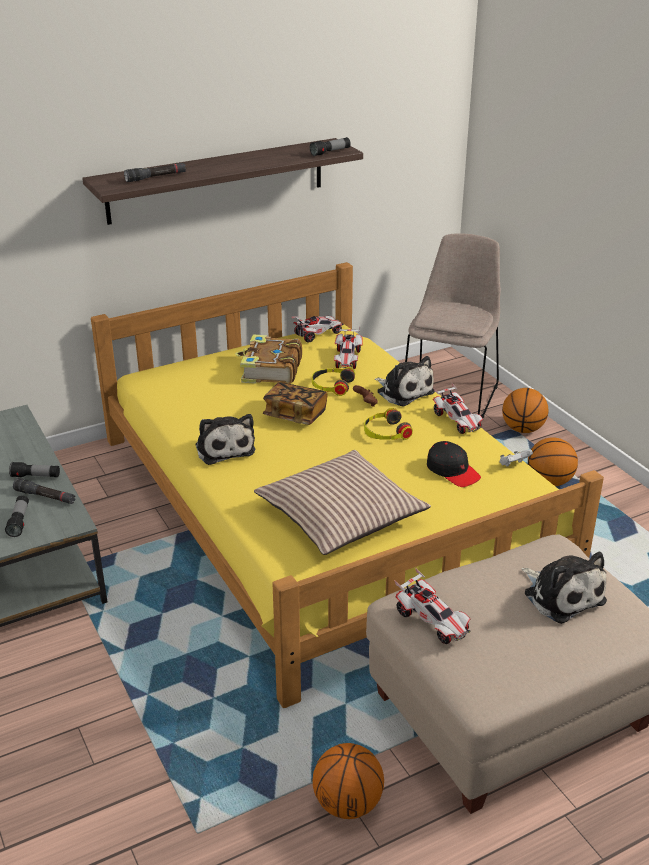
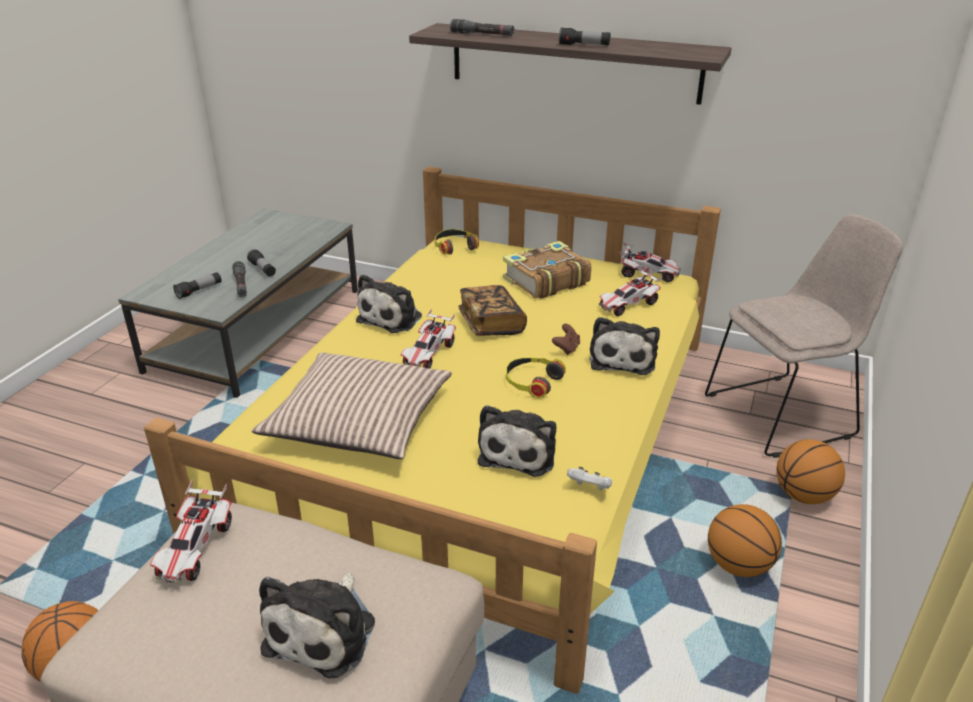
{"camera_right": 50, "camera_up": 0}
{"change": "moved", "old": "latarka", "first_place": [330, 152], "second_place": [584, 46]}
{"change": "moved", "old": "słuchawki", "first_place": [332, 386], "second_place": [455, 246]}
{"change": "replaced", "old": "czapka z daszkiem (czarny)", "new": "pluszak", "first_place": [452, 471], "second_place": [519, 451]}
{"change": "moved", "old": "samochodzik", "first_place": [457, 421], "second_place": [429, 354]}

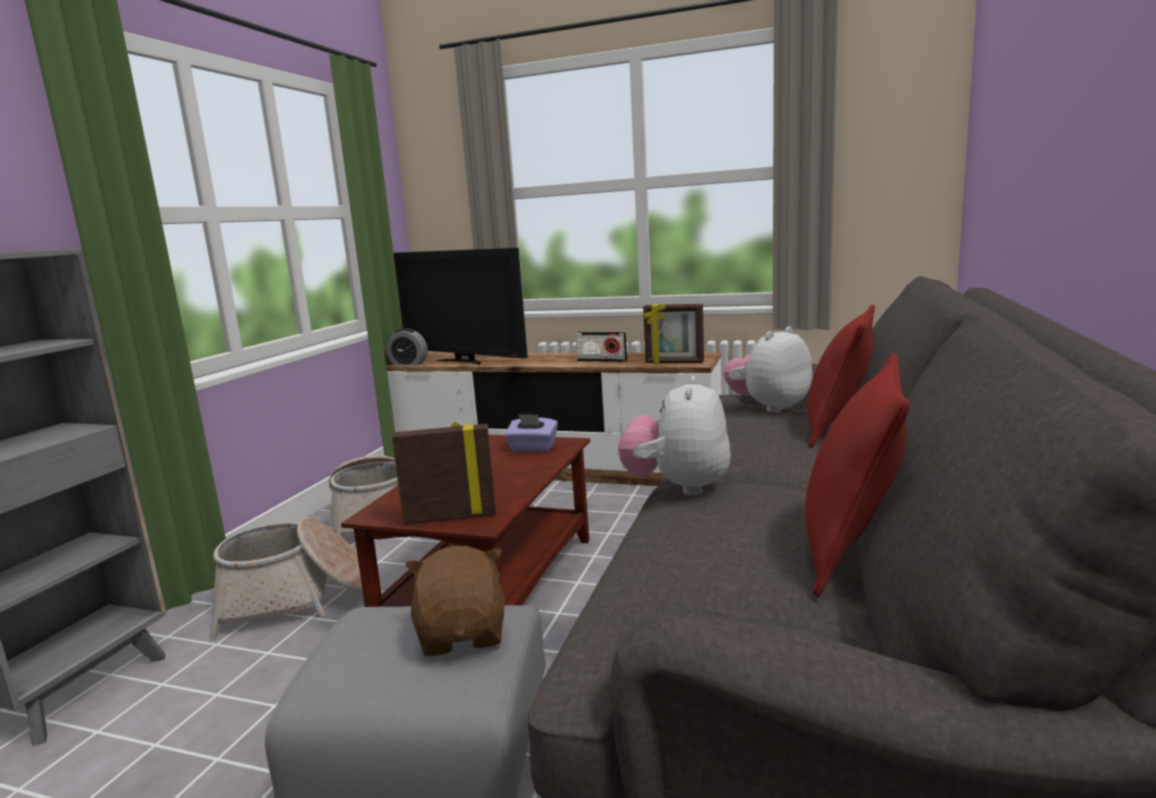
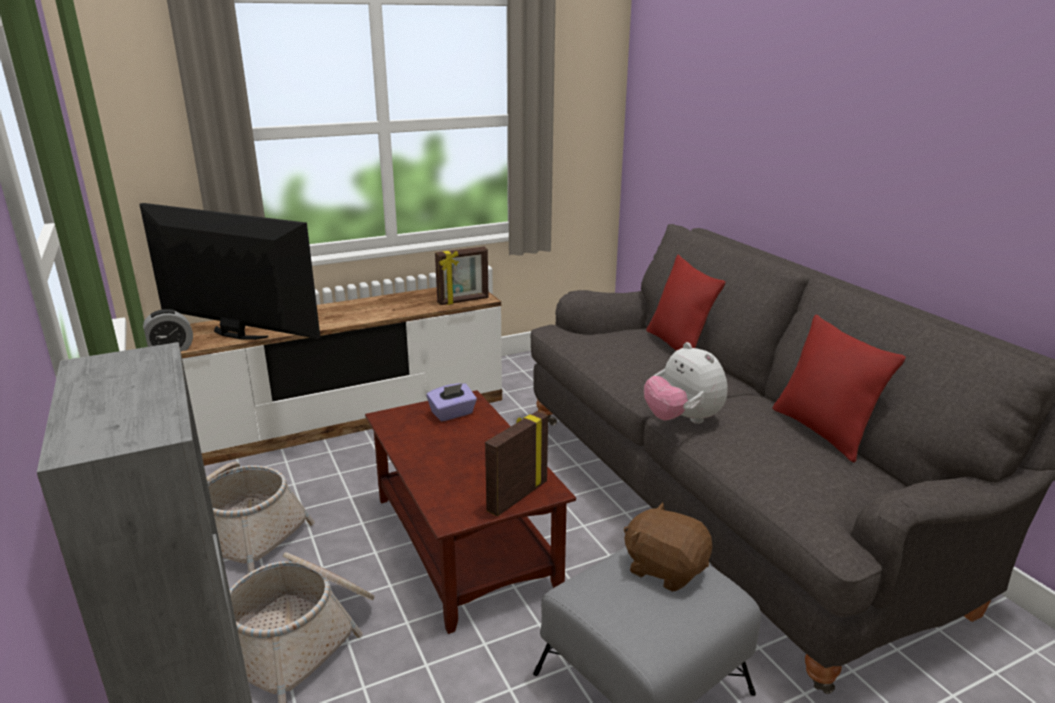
{"camera_right": -45, "camera_up": 10}
{"change": "turned", "old": "telewizor", "first_place": [462, 361], "second_place": [236, 334], "degrees": -150}
{"change": "removed", "old": "radio", "first_place": [602, 361]}
{"change": "removed", "old": "pluszak", "first_place": [768, 408]}

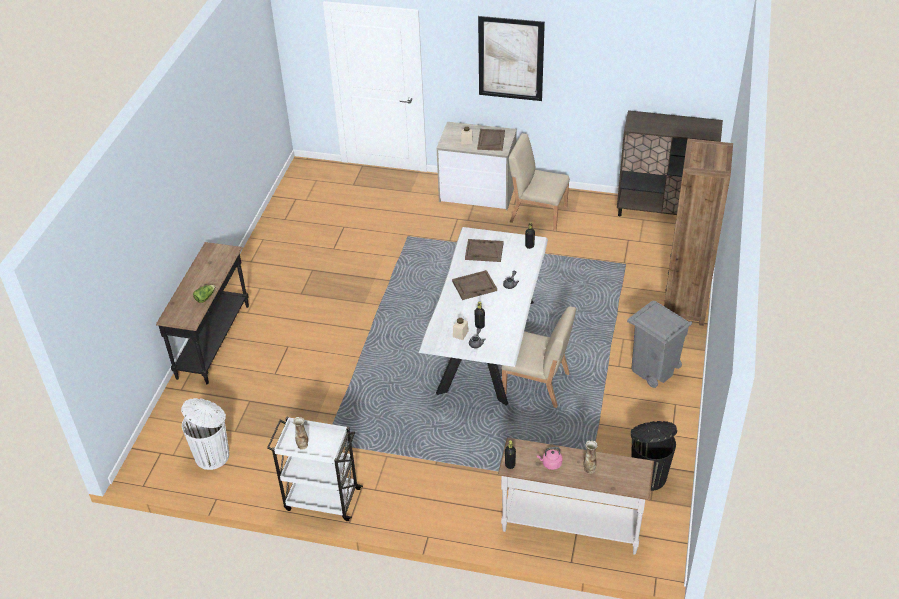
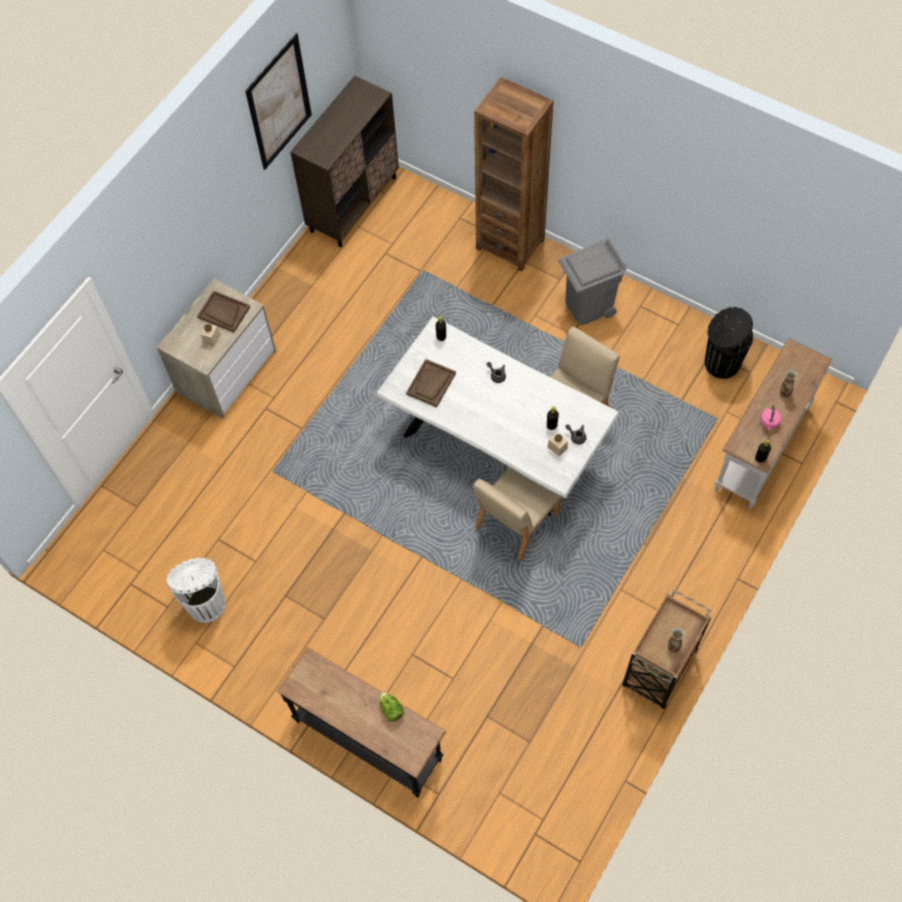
{"camera_right": -70, "camera_up": 20}
{"change": "moved", "old": "kosz na śmieci (biały)", "first_place": [213, 455], "second_place": [206, 603]}
{"change": "recoloured", "old": "wózek (biały)", "new": "wózek (brązowy)", "first_place": [321, 499], "second_place": [659, 669]}
{"change": "removed", "old": "taca (brązowy)", "first_place": [474, 286]}
{"change": "moved", "old": "obraz", "first_place": [510, 59], "second_place": [279, 103]}
{"change": "moved", "old": "krzesło (beżowy)", "first_place": [537, 213], "second_place": [516, 522]}

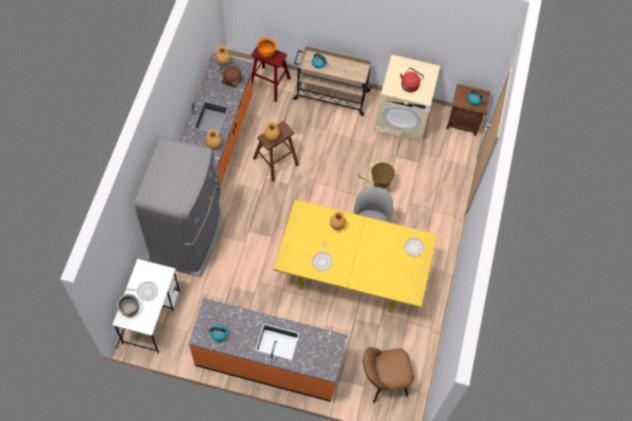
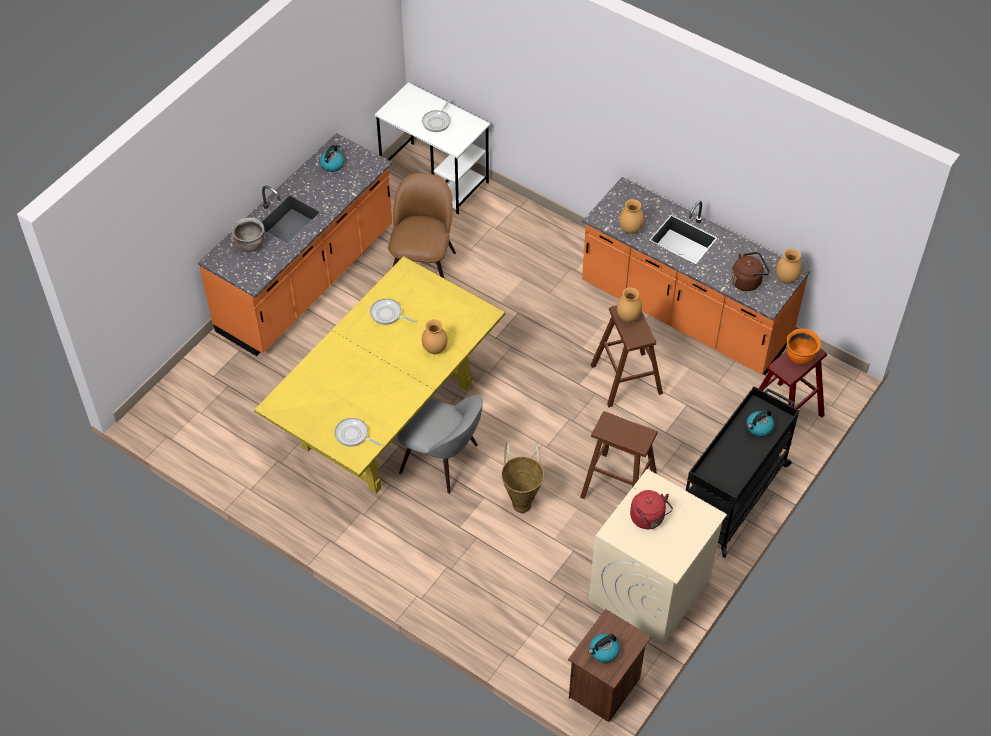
{"camera_right": 115, "camera_up": -10}
{"change": "moved", "old": "garnek (brązowy)", "first_place": [129, 309], "second_place": [250, 244]}
{"change": "removed", "old": "lodówka (szary)", "first_place": [188, 238]}
{"change": "recoloured", "old": "wózek (beżowy)", "new": "wózek (czarny)", "first_place": [330, 95], "second_place": [733, 495]}
{"change": "moved", "old": "krzesło (brązowy)", "first_place": [383, 380], "second_place": [423, 265]}
{"change": "added", "new": "stołek (brązowy)", "second_place": [618, 485]}

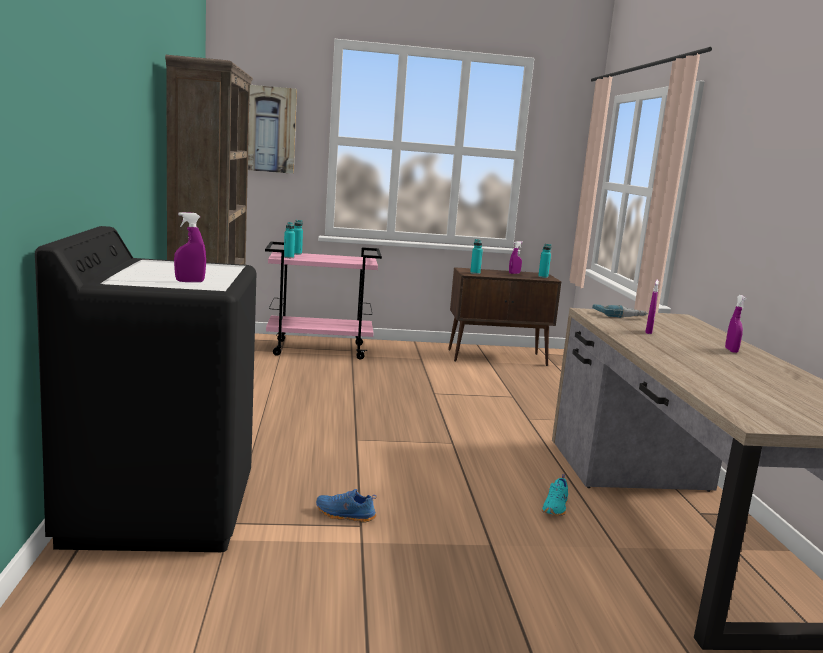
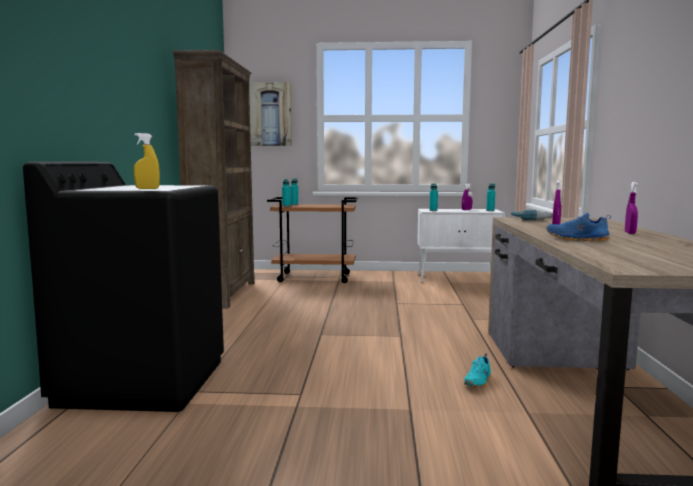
{"camera_right": 10, "camera_up": -5}
{"change": "recoloured", "old": "spryskiwacz (fioletowy)", "new": "spryskiwacz (żółty)", "first_place": [190, 281], "second_place": [147, 189]}
{"change": "recoloured", "old": "wózek (różowy)", "new": "wózek (brązowy)", "first_place": [320, 349], "second_place": [315, 277]}
{"change": "moved", "old": "but (niebieski)", "first_place": [344, 515], "second_place": [577, 239]}
{"change": "recoloured", "old": "szafka (brązowy)", "new": "szafka (biały)", "first_place": [498, 357], "second_place": [458, 279]}

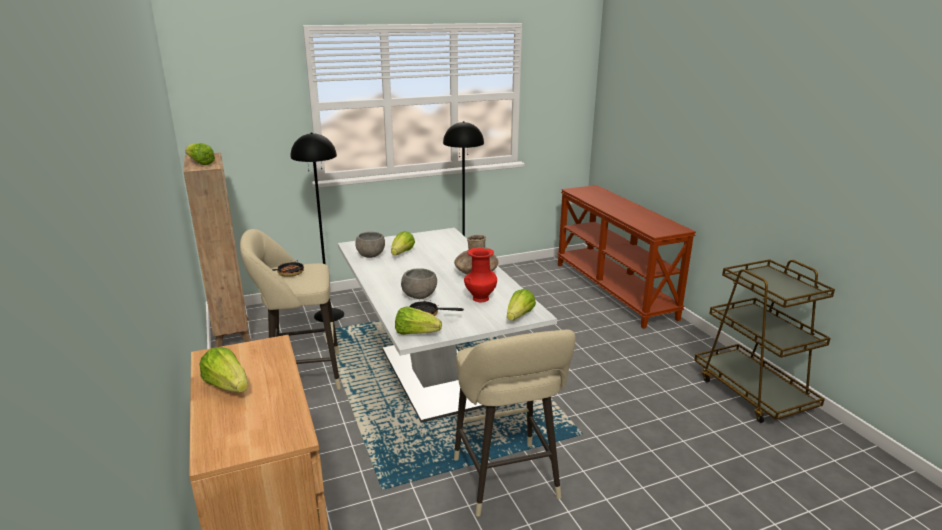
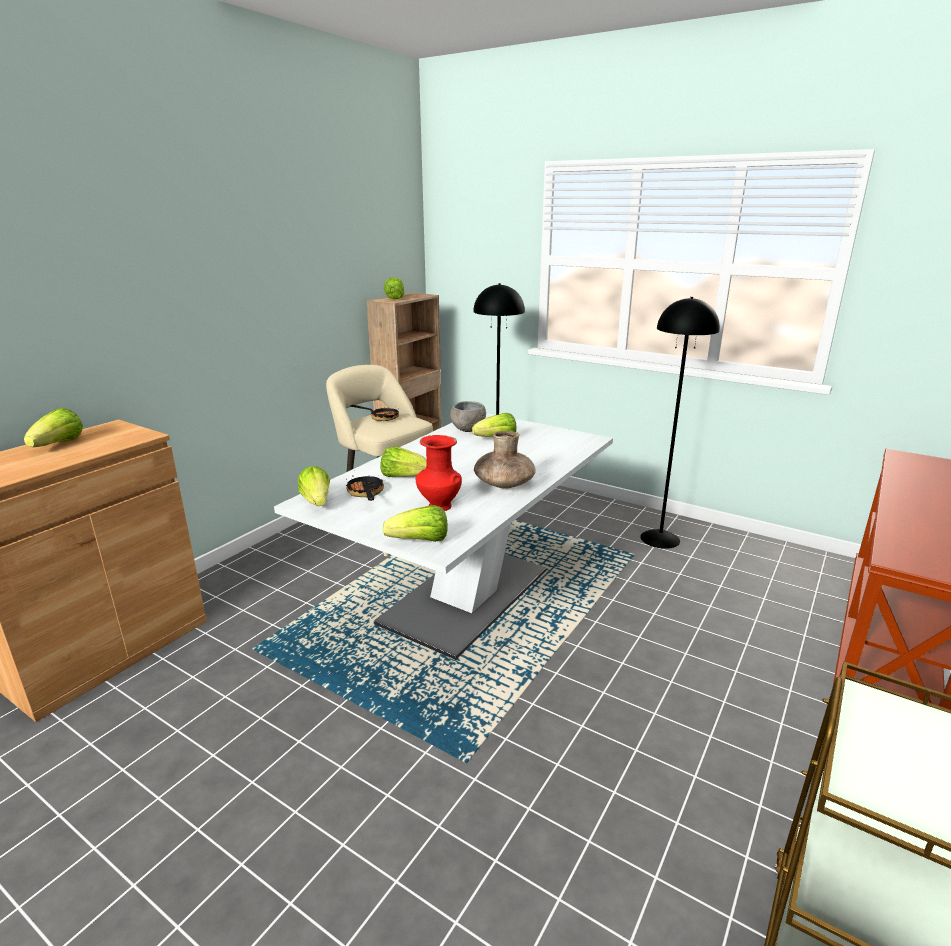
{"camera_right": 55, "camera_up": 0}
{"change": "replaced", "old": "miska (szary)", "new": "sałata", "first_place": [419, 296], "second_place": [404, 477]}
{"change": "removed", "old": "stołek (beżowy)", "first_place": [507, 482]}

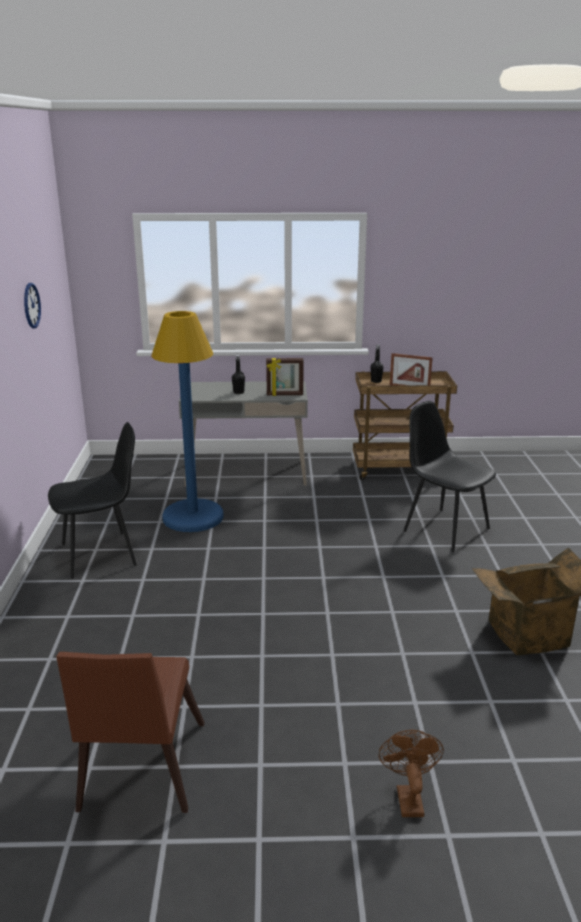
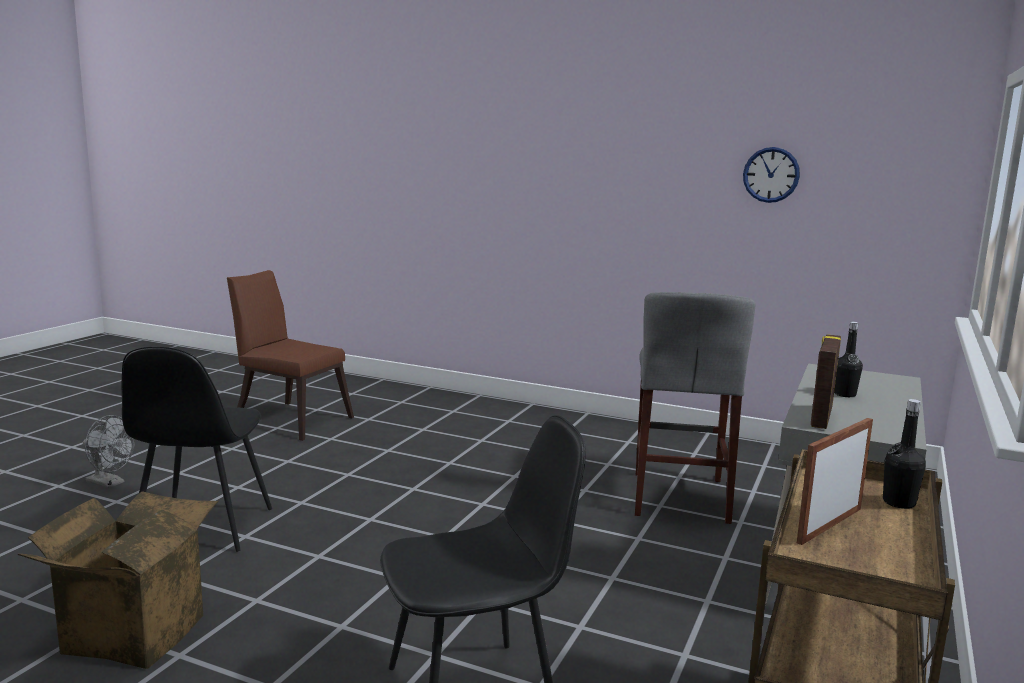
{"camera_right": 115, "camera_up": -10}
{"change": "moved", "old": "krzesło (czarny)", "first_place": [101, 554], "second_place": [202, 528]}
{"change": "replaced", "old": "lampa stojąca (niebieski)", "new": "stołek (szary)", "first_place": [193, 517], "second_place": [680, 496]}
{"change": "recoloured", "old": "wentylator (brązowy)", "new": "wentylator (szary)", "first_place": [408, 796], "second_place": [109, 483]}

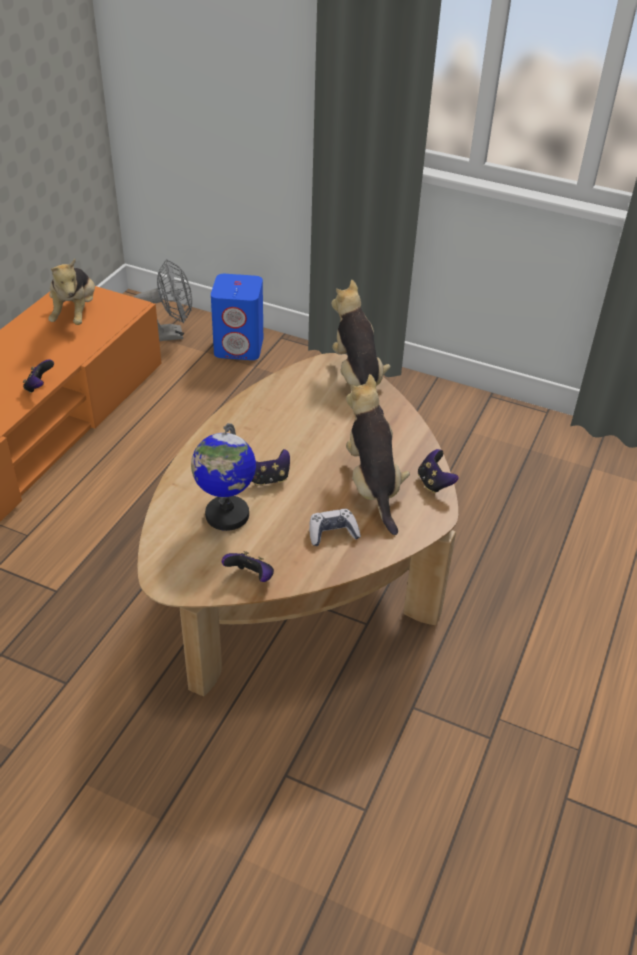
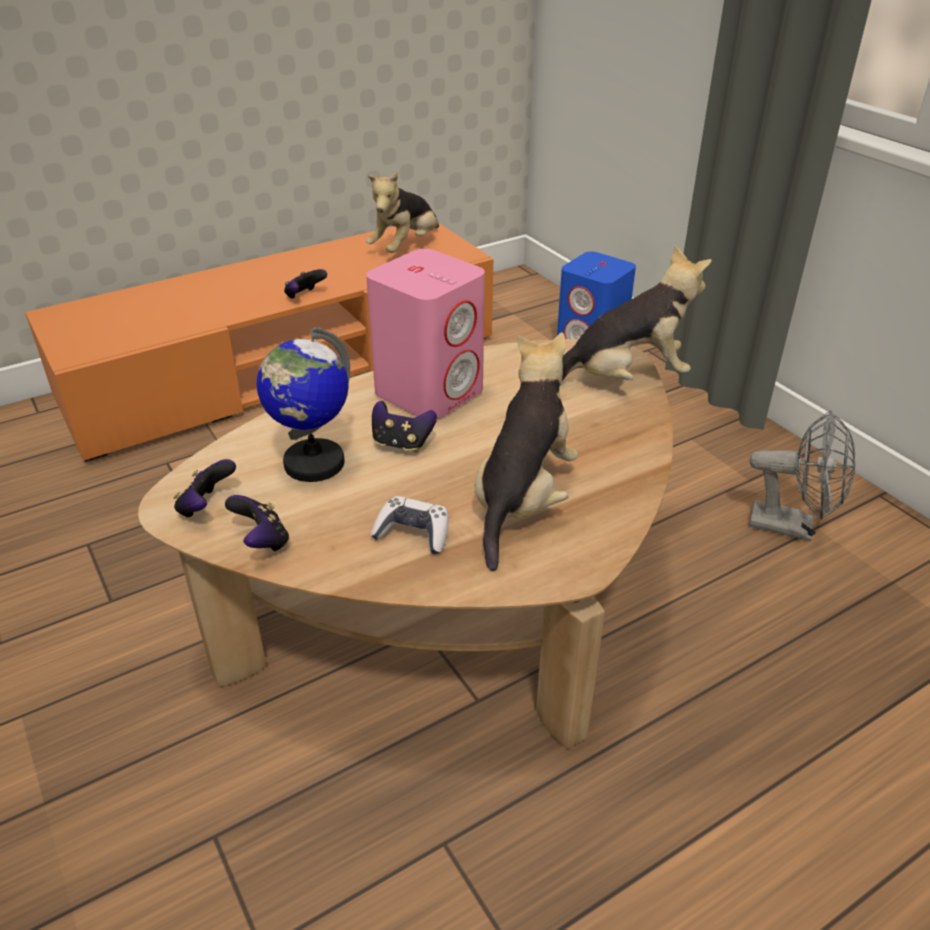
{"camera_right": 35, "camera_up": -5}
{"change": "moved", "old": "wentylator (szary)", "first_place": [170, 334], "second_place": [792, 526]}
{"change": "turned", "old": "pluszak", "first_place": [358, 380], "second_place": [625, 378], "degrees": 60}
{"change": "moved", "old": "pad do gier", "first_place": [434, 483], "second_place": [206, 506]}
{"change": "added", "new": "głośnik (różowy)", "second_place": [430, 391]}

